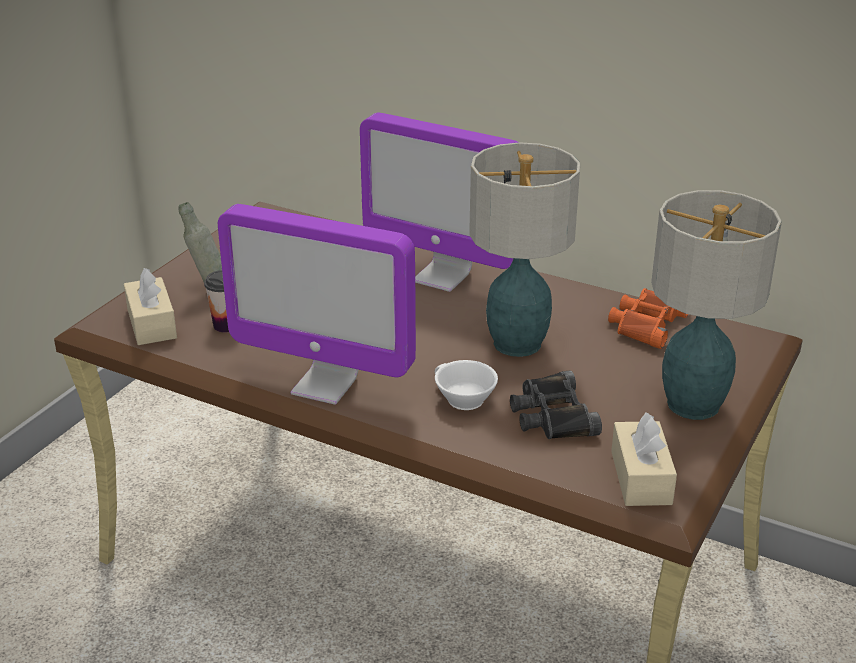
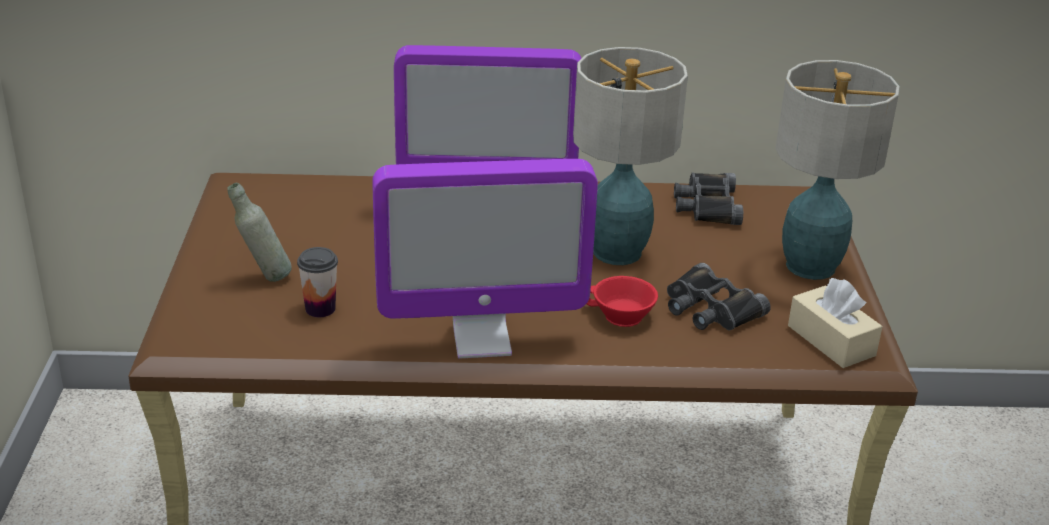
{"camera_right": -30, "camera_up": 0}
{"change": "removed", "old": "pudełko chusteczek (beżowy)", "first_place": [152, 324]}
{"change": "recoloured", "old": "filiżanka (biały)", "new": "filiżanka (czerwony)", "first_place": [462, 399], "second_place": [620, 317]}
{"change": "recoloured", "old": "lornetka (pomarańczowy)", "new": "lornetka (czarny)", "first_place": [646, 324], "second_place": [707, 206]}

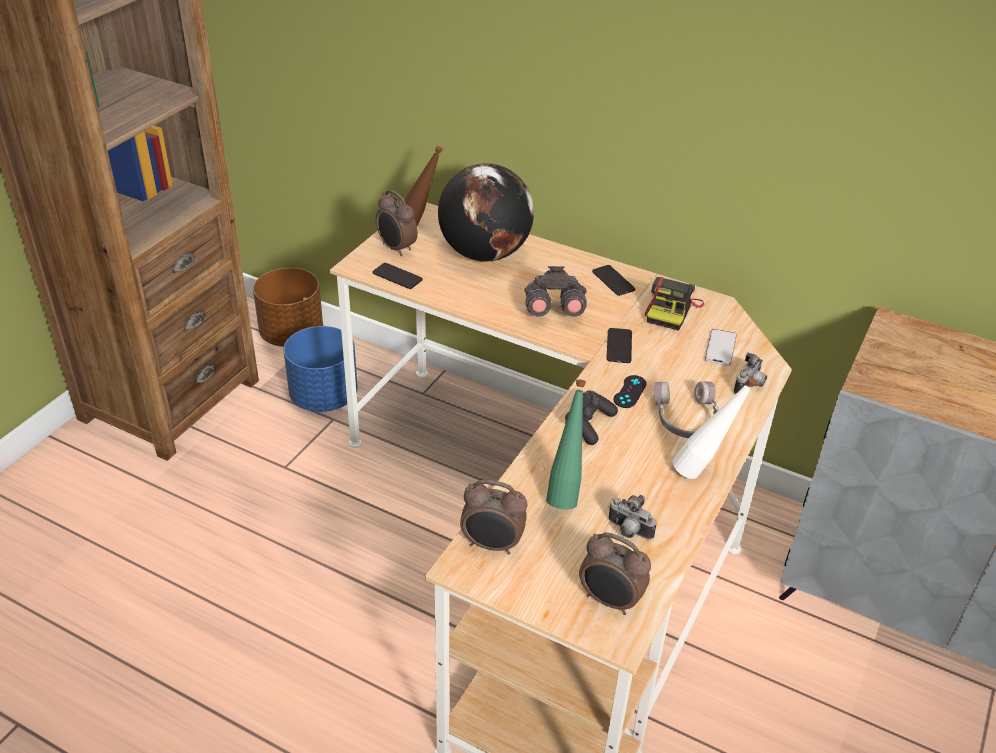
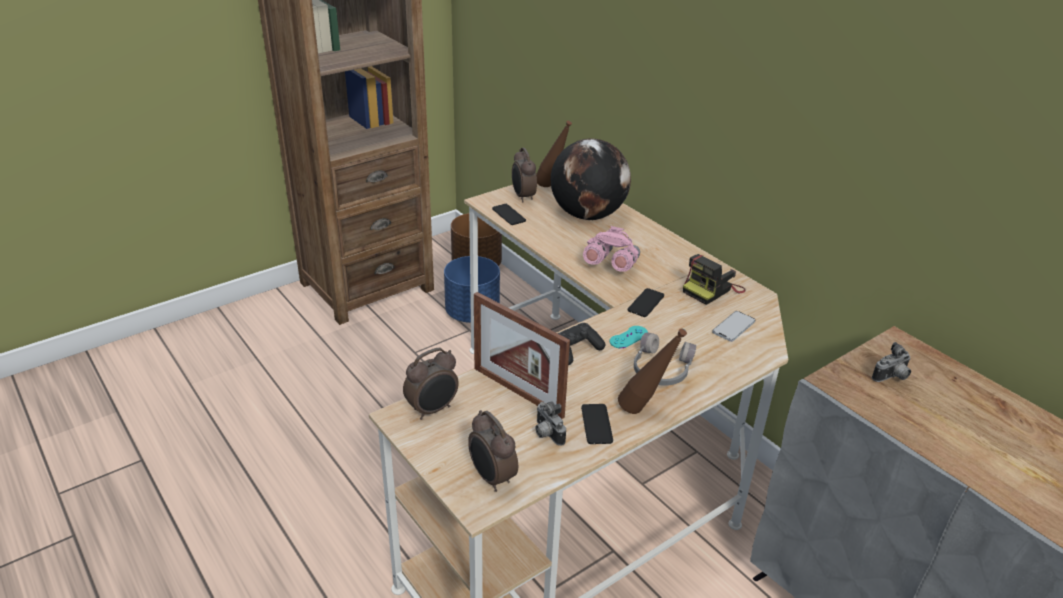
{"camera_right": 25, "camera_up": -5}
{"change": "turned", "old": "budzik", "first_place": [492, 545], "second_place": [433, 410], "degrees": -75}
{"change": "recoloured", "old": "lornetka (szary)", "new": "lornetka (różowy)", "first_place": [552, 311], "second_place": [610, 265]}
{"change": "replaced", "old": "butelka (zielony)", "new": "ramka na zdjęcie", "first_place": [565, 493], "second_place": [518, 392]}
{"change": "moved", "old": "telefon", "first_place": [613, 281], "second_place": [596, 424]}
{"change": "recoloured", "old": "pad do gier (czarny)", "new": "pad do gier (turkusowy)", "first_place": [630, 392], "second_place": [628, 337]}
{"change": "recoloured", "old": "butelka (biały)", "new": "butelka (brązowy)", "first_place": [702, 472], "second_place": [644, 411]}
{"change": "moved", "old": "aparat fotograficzny", "first_place": [750, 386], "second_place": [891, 378]}

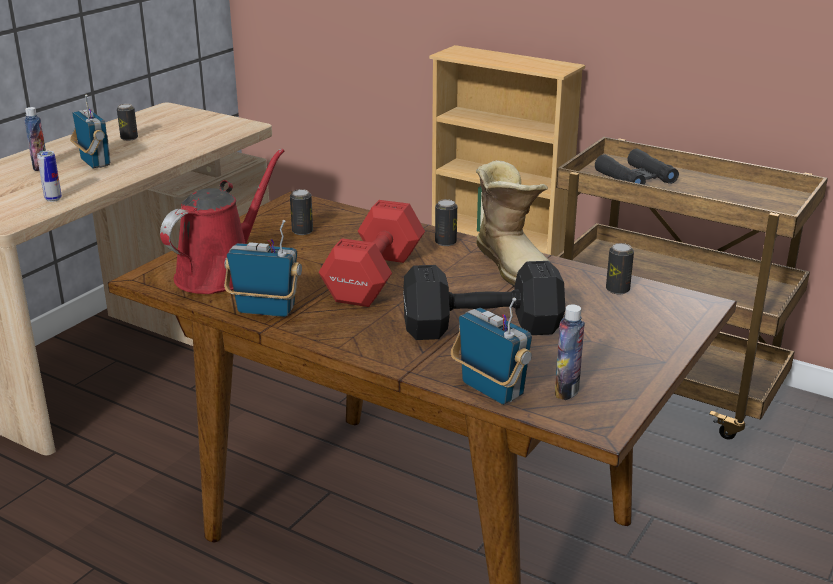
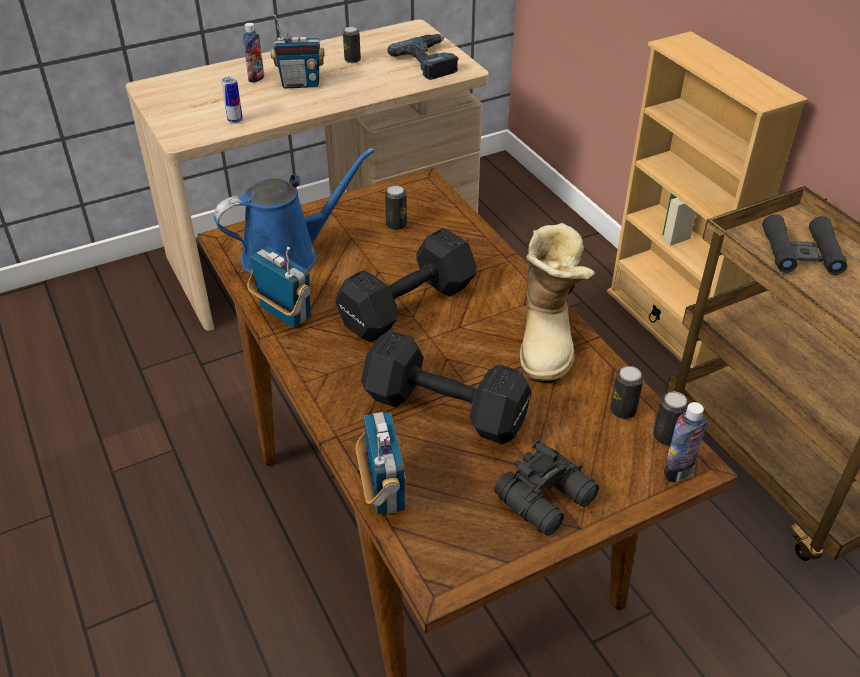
{"camera_right": 30, "camera_up": 15}
{"change": "turned", "old": "radio", "first_place": [94, 162], "second_place": [300, 84], "degrees": 90}
{"change": "recoloured", "old": "konewka (czerwony)", "new": "konewka (niebieski)", "first_place": [221, 273], "second_place": [288, 254]}
{"change": "recoloured", "old": "hantel (czerwony)", "new": "hantel (czarny)", "first_place": [372, 278], "second_place": [404, 307]}
{"change": "moved", "old": "puszka", "first_place": [445, 242], "second_place": [666, 436]}
{"change": "moved", "old": "butelka", "first_place": [566, 391], "second_place": [677, 472]}
{"change": "added", "new": "wiertarka", "second_place": [430, 61]}
{"change": "added", "new": "lornetka (czarny)", "second_place": [548, 499]}

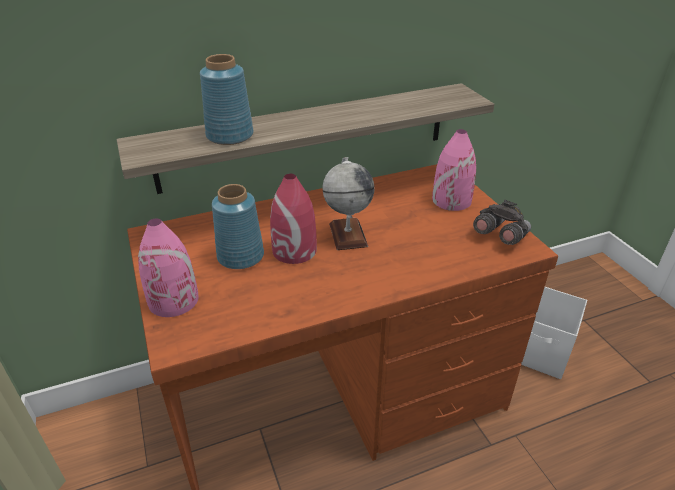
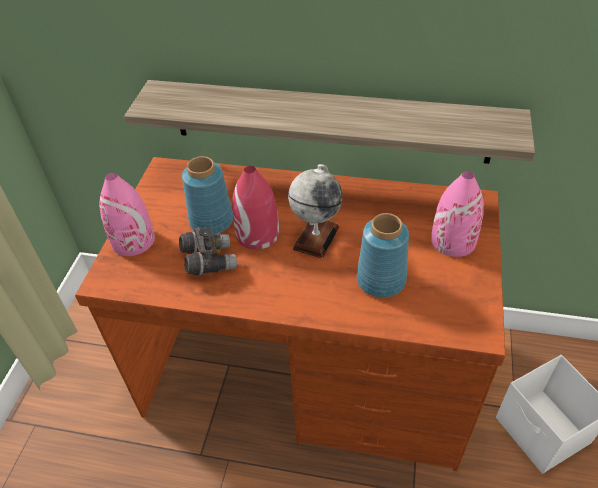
{"camera_right": 35, "camera_up": 10}
{"change": "moved", "old": "wazon (niebieski)", "first_place": [229, 136], "second_place": [380, 280]}
{"change": "moved", "old": "lornetka (szary)", "first_place": [500, 236], "second_place": [208, 261]}

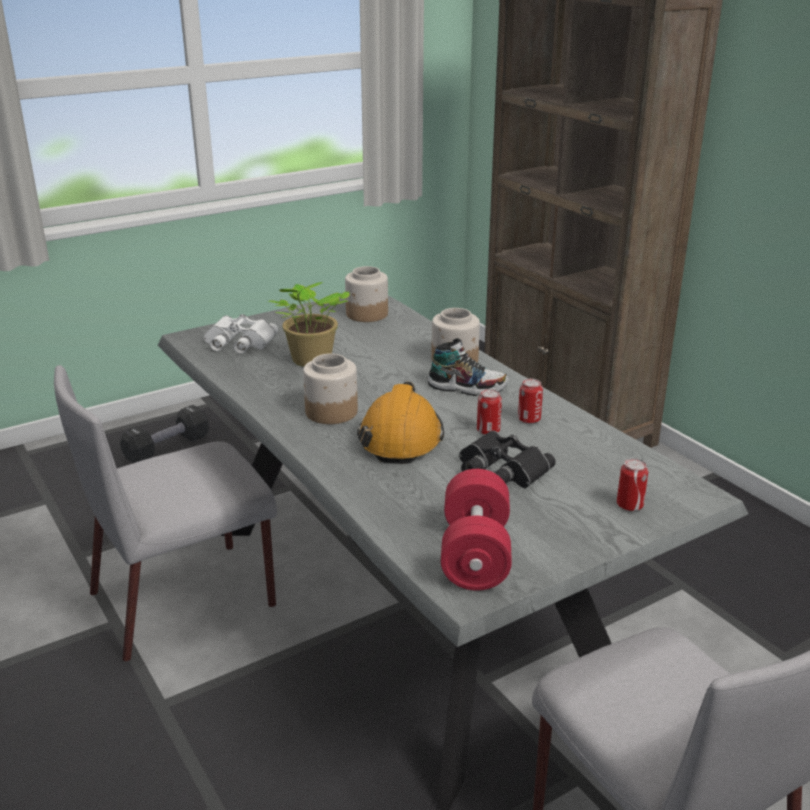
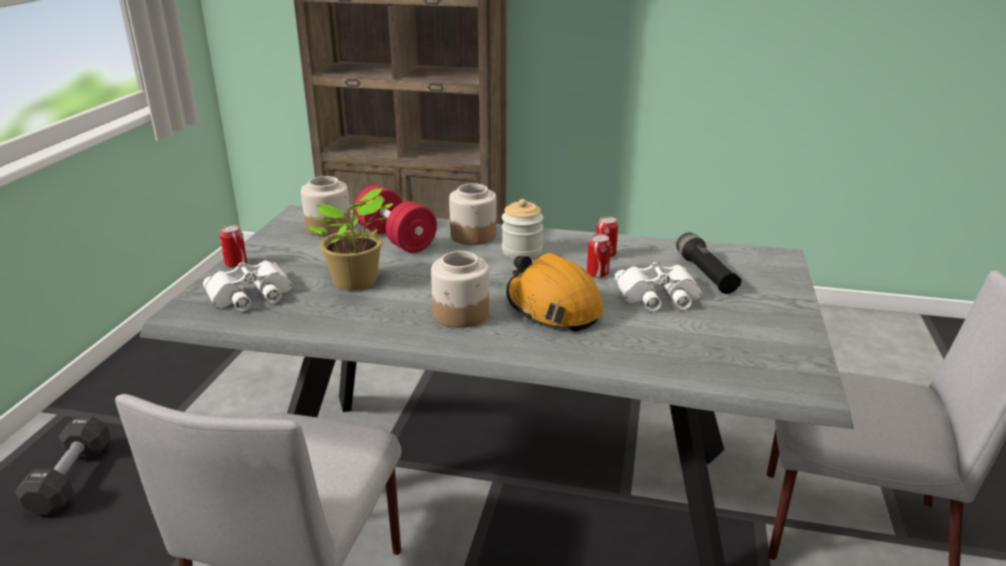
{"camera_right": -45, "camera_up": 0}
{"change": "replaced", "old": "but", "new": "słoik", "first_place": [467, 387], "second_place": [522, 251]}
{"change": "moved", "old": "hantel (czerwony)", "first_place": [475, 554], "second_place": [396, 239]}
{"change": "recoloured", "old": "lornetka (czarny)", "new": "lornetka (biały)", "first_place": [500, 469], "second_place": [658, 296]}
{"change": "moved", "old": "puszka", "first_place": [629, 505], "second_place": [236, 264]}
{"change": "added", "new": "latarka (czarny)", "second_place": [705, 274]}

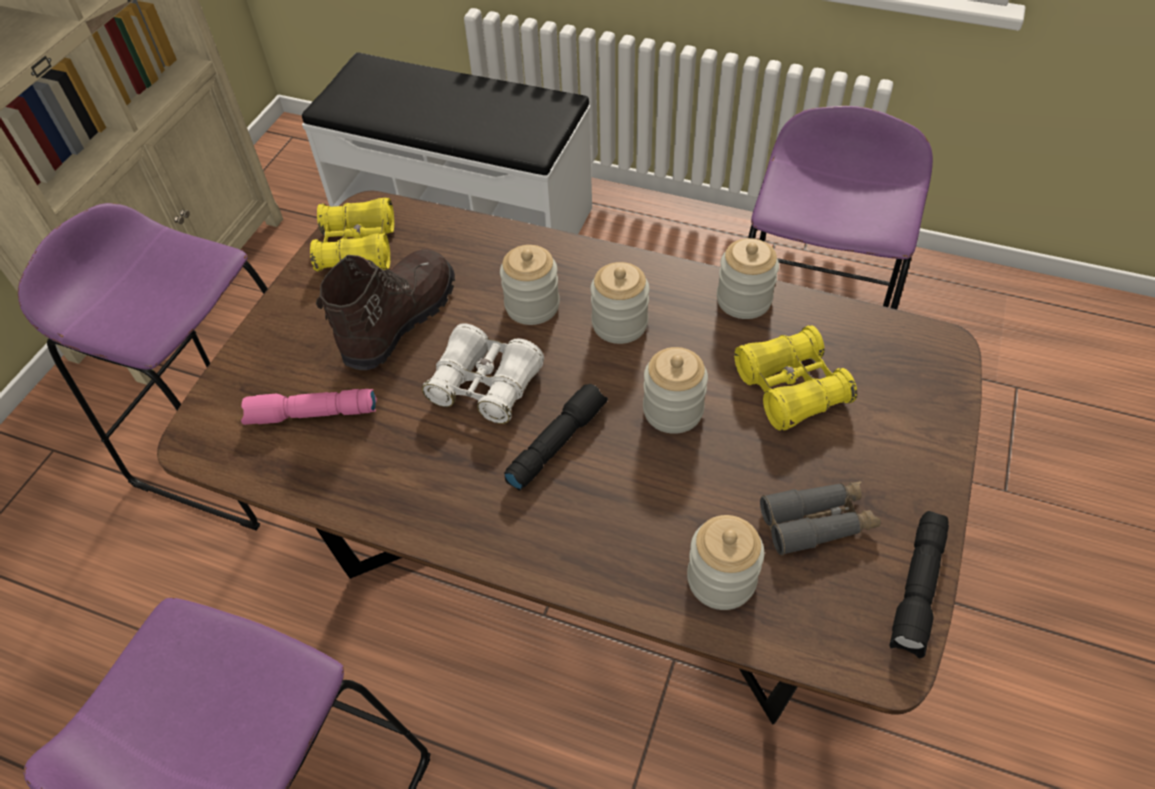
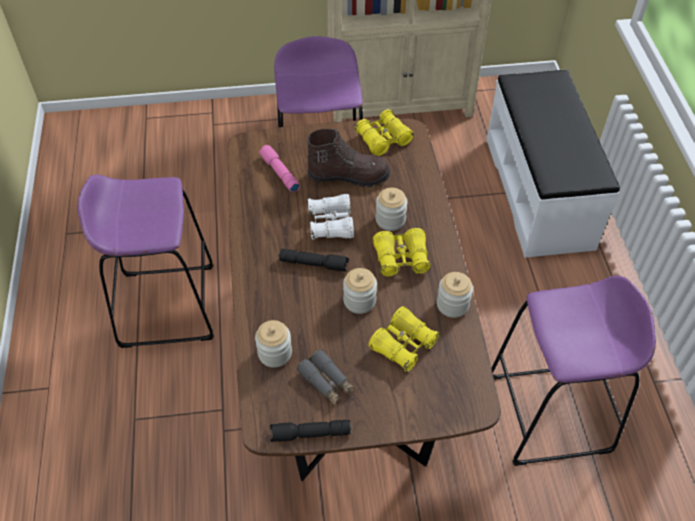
{"camera_right": 60, "camera_up": 0}
{"change": "replaced", "old": "słoik", "new": "lornetka (żółty)", "first_place": [619, 323], "second_place": [401, 258]}

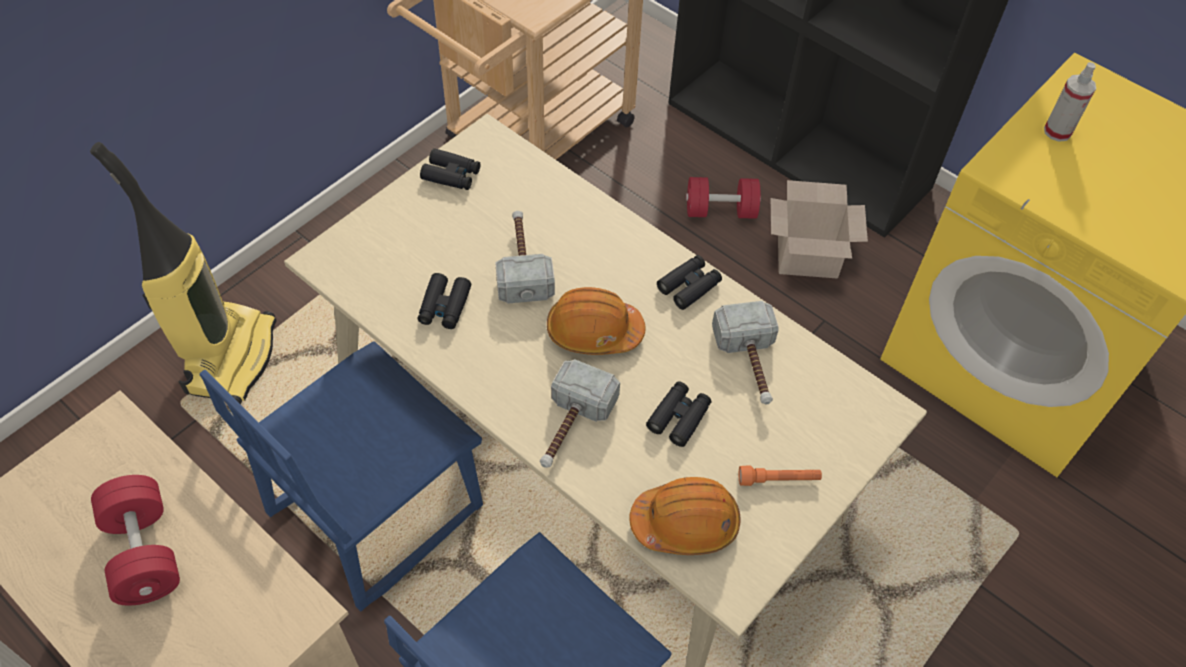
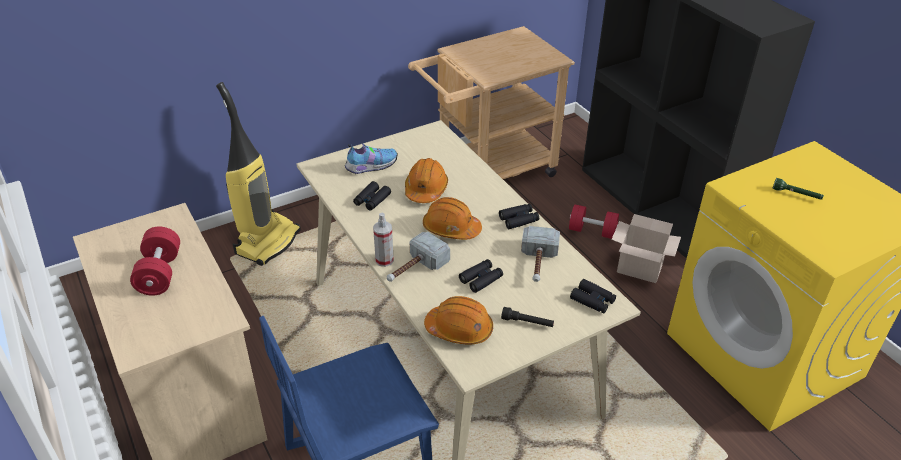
{"camera_right": 20, "camera_up": -15}
{"change": "removed", "old": "krzesło (niebieski)", "first_place": [374, 508]}
{"change": "moved", "old": "lornetka (czarny)", "first_place": [451, 175], "second_place": [592, 300]}
{"change": "replaced", "old": "młotek", "new": "kask (pomarańczowy)", "first_place": [522, 263], "second_place": [426, 189]}
{"change": "recoloured", "old": "latarka (pomarańczowy)", "new": "latarka (czarny)", "first_place": [778, 480], "second_place": [527, 322]}
{"change": "moved", "old": "spryskiwacz", "first_place": [1057, 131], "second_place": [384, 260]}
{"change": "added", "new": "but", "second_place": [370, 167]}
{"change": "added", "new": "latarka (zielony)", "second_place": [796, 195]}

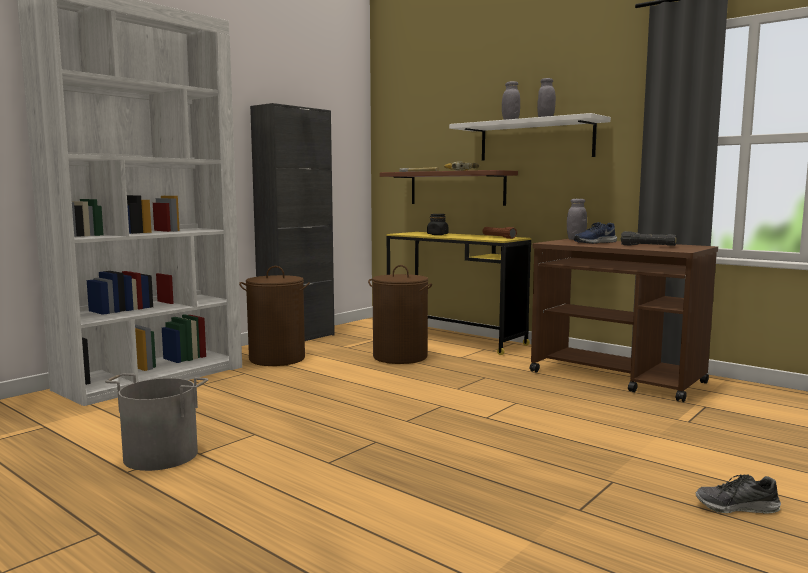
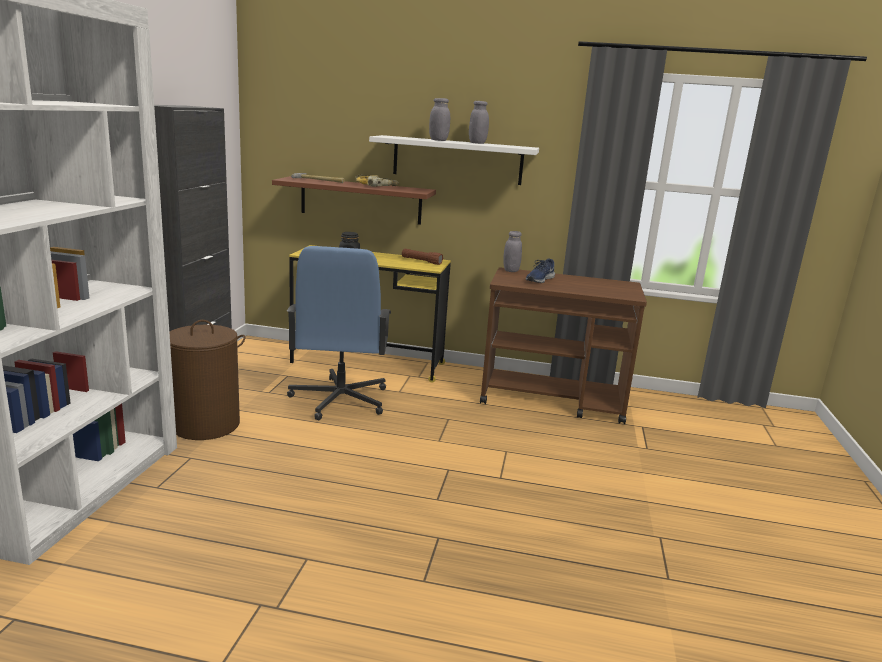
{"camera_right": -30, "camera_up": 10}
{"change": "removed", "old": "wiadro (szary)", "first_place": [160, 456]}
{"change": "replaced", "old": "kosz na pranie (brązowy)", "new": "krzesło biurowe (niebieski)", "first_place": [399, 357], "second_place": [339, 400]}
{"change": "removed", "old": "latarka (czarny)", "first_place": [648, 246]}
{"change": "removed", "old": "but", "first_place": [736, 507]}

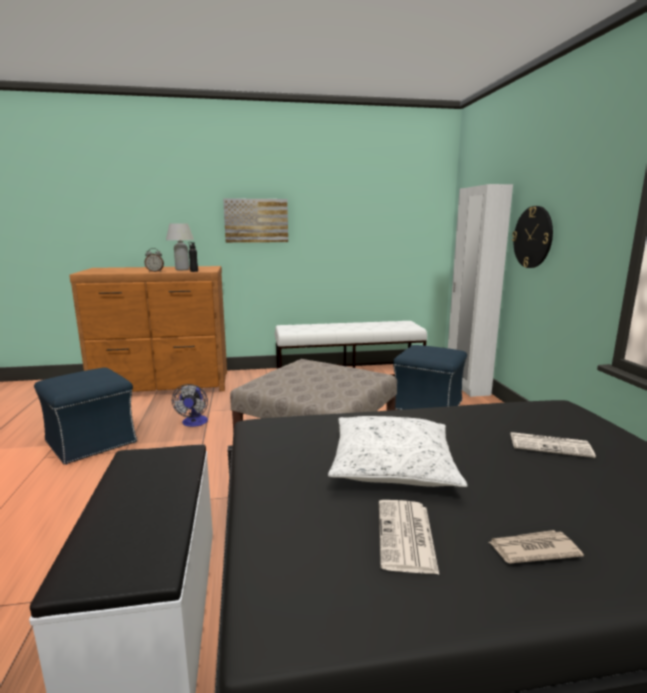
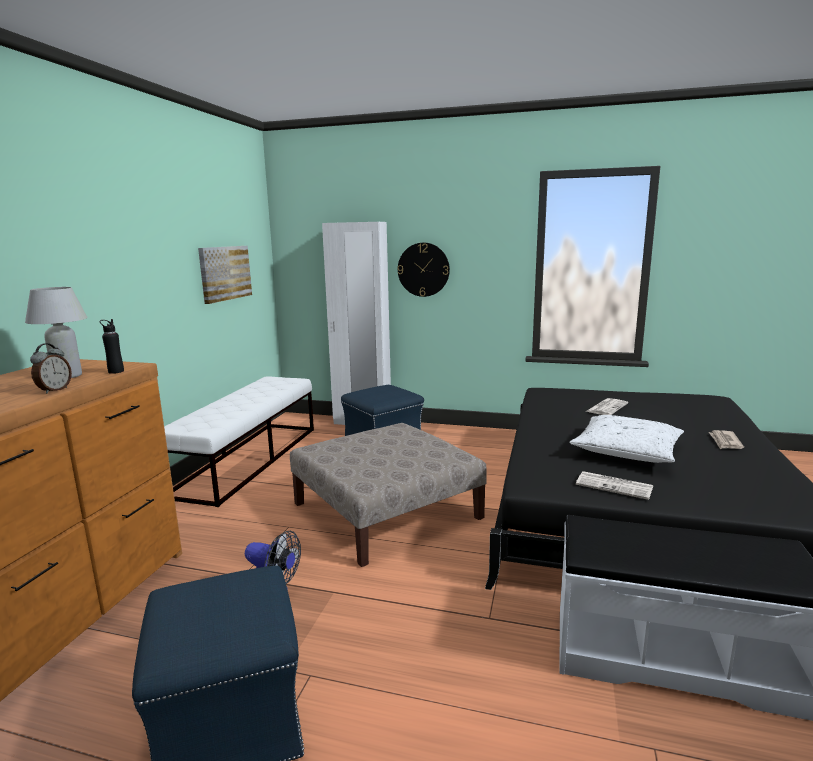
{"camera_right": -65, "camera_up": 0}
{"change": "moved", "old": "obraz", "first_place": [256, 220], "second_place": [225, 273]}
{"change": "moved", "old": "gazeta", "first_place": [406, 537], "second_place": [615, 486]}

